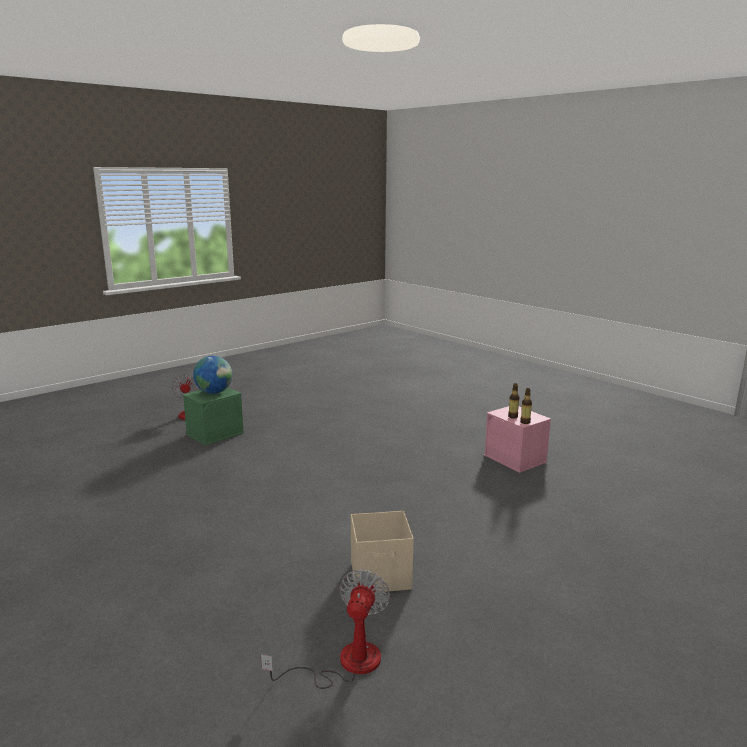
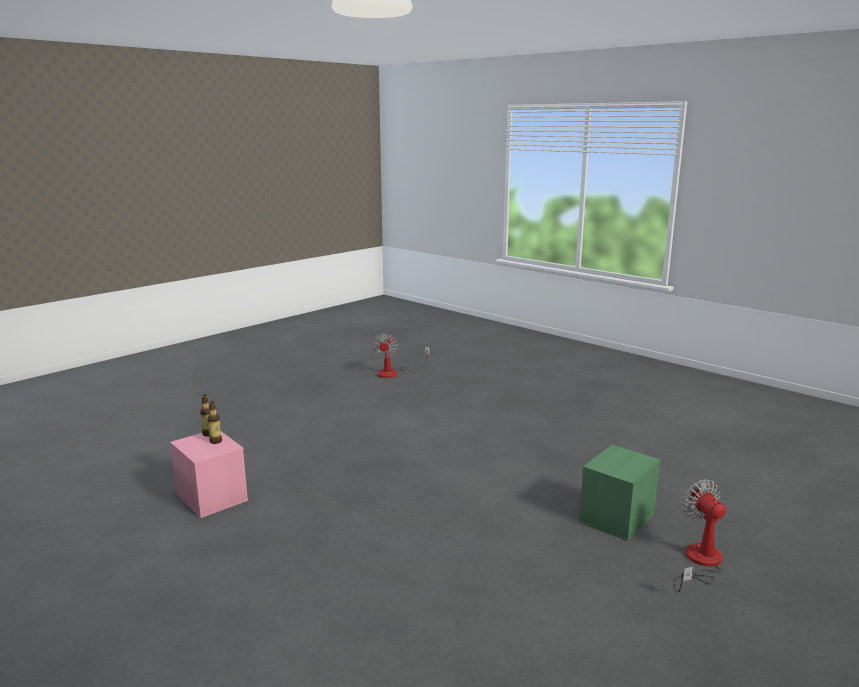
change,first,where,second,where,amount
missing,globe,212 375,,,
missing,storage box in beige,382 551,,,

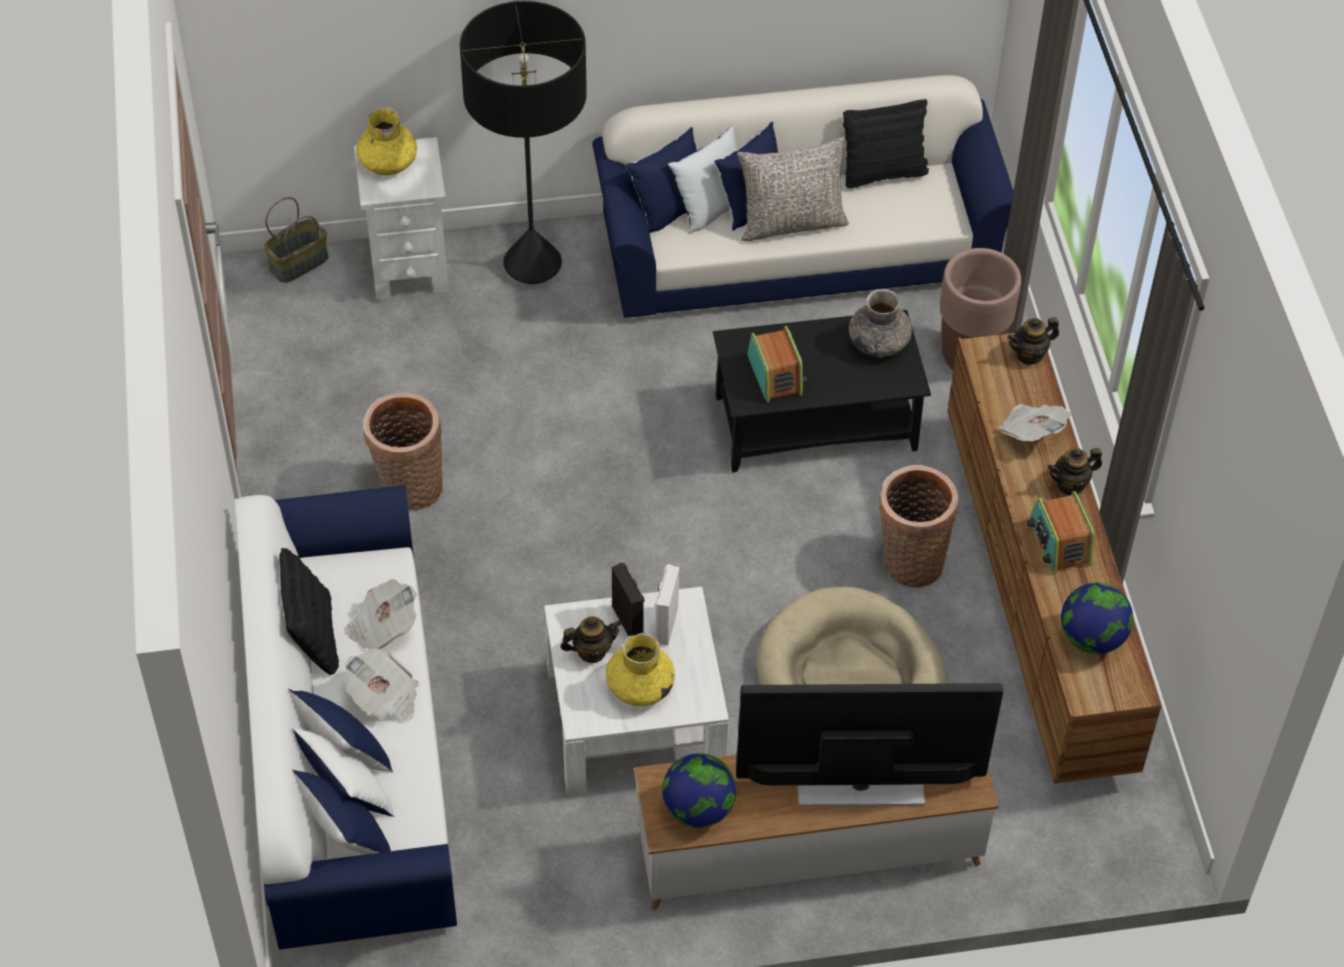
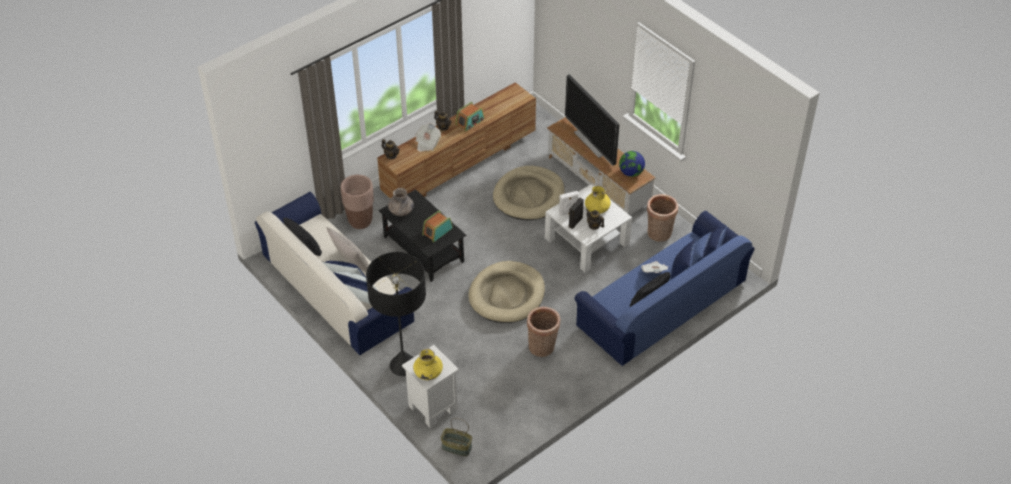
change,first,where,second,where,amount
missing,newspaper,381 614,,,
missing,globe,1097 618,,,
appeared,,,dog bed in beige,506 292,
relocated,basket,918 526,,662 218,
colour,sofa in white,346 717,sofa in blue,664 288,

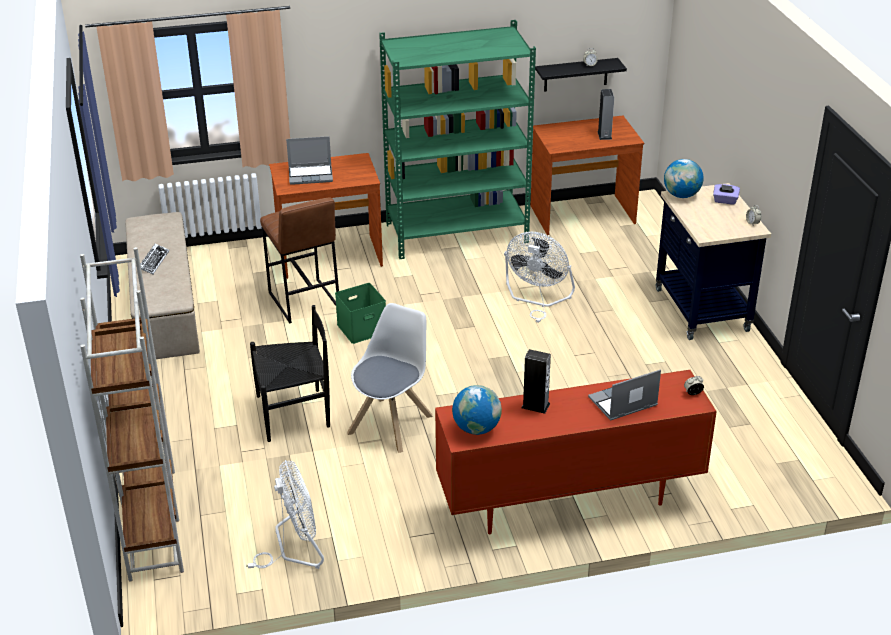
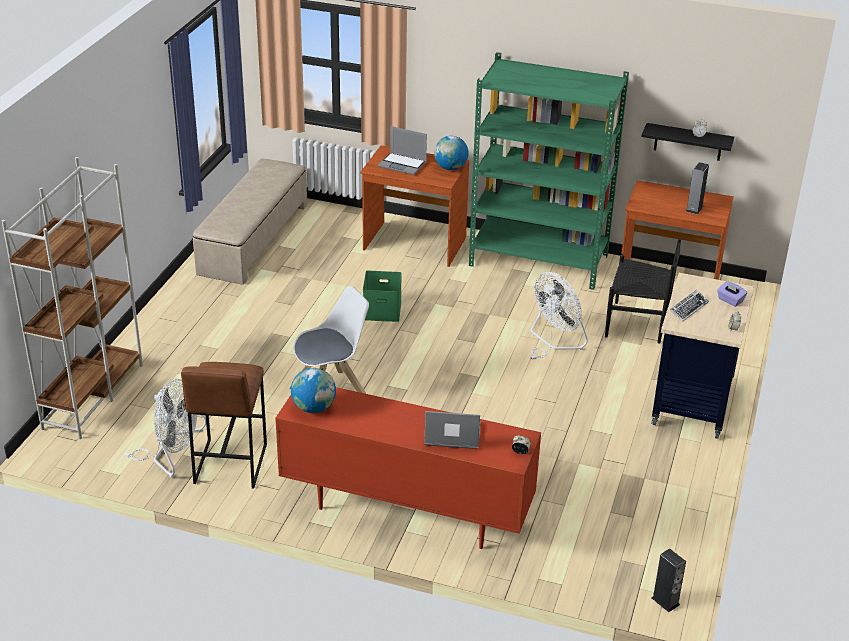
change,first,where,second,where,amount
relocated,keyboard,154 259,,689 306,
relocated,chair in black,290 373,,643 291,
relocated,stool in brown,299 260,,224 425,
relocated,speaker,536 381,,668 580,
relocated,globe,684 178,,451 153,

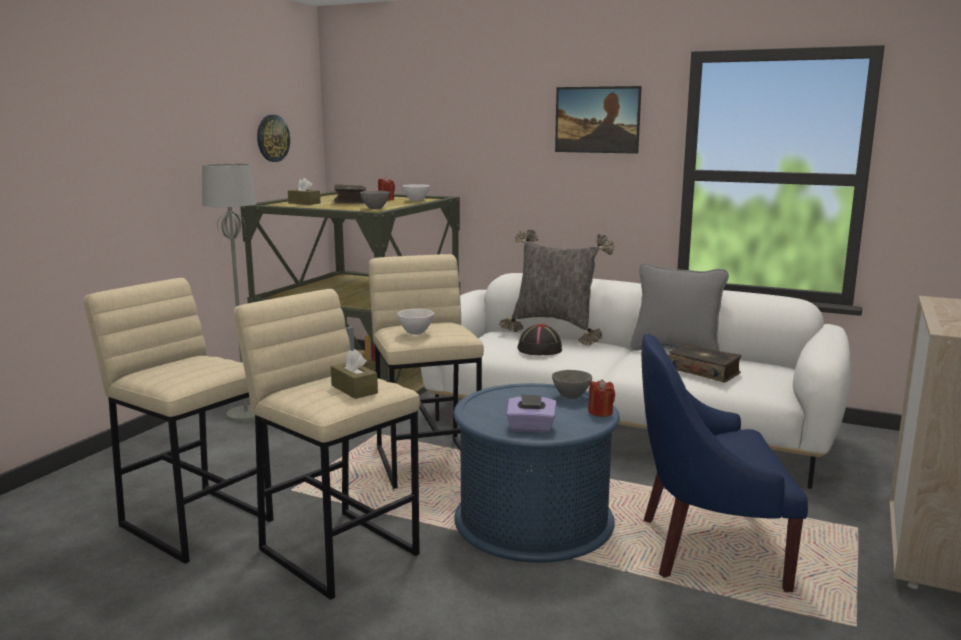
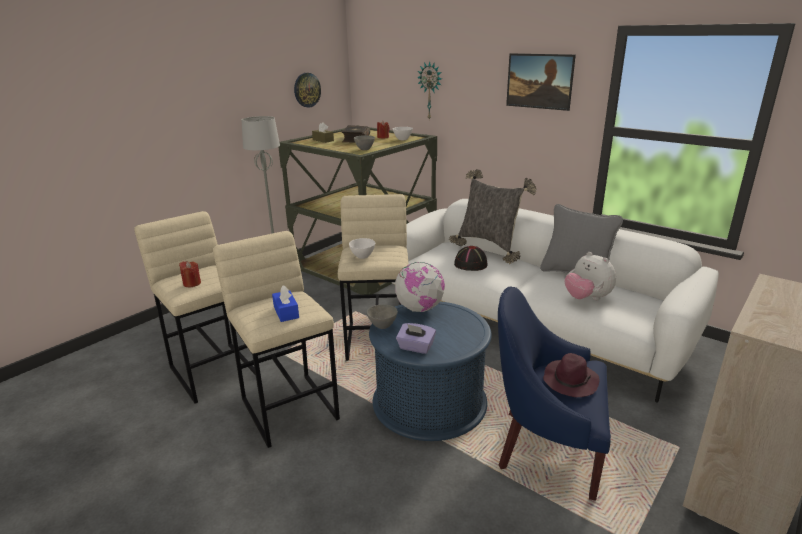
change,first,where,second,where,amount
appeared,,,globe,420 287,
appeared,,,wall clock,429 91,
appeared,,,hat in purple,571 375,
relocated,bowl in grey,572 384,,382 316,
relocated,candle in red,601 398,,190 274,
exchanged,book,704 363,plush toy,590 276,
colour,tissue box in brown,354 374,tissue box in blue,285 303,

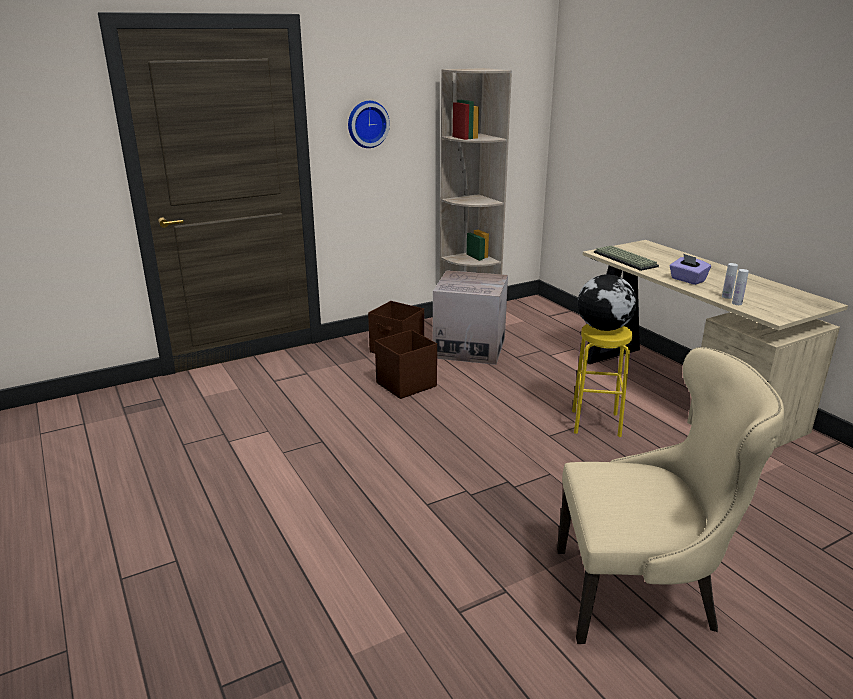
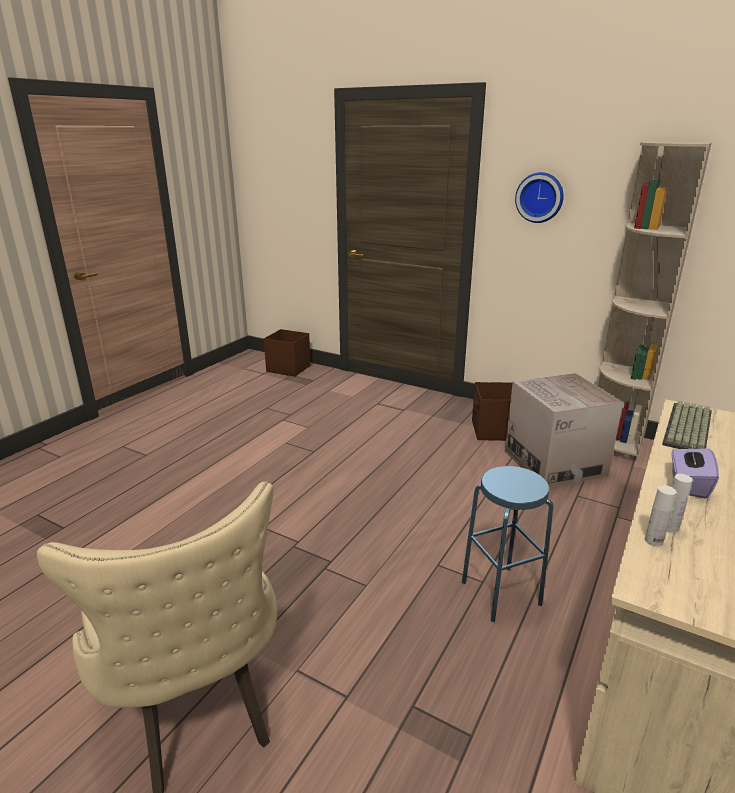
change,first,where,second,where,amount
missing,globe,607 302,,,
relocated,storage box in brown,406 364,,287 353,
colour,stool in yellow,602 380,stool in blue,507 544,

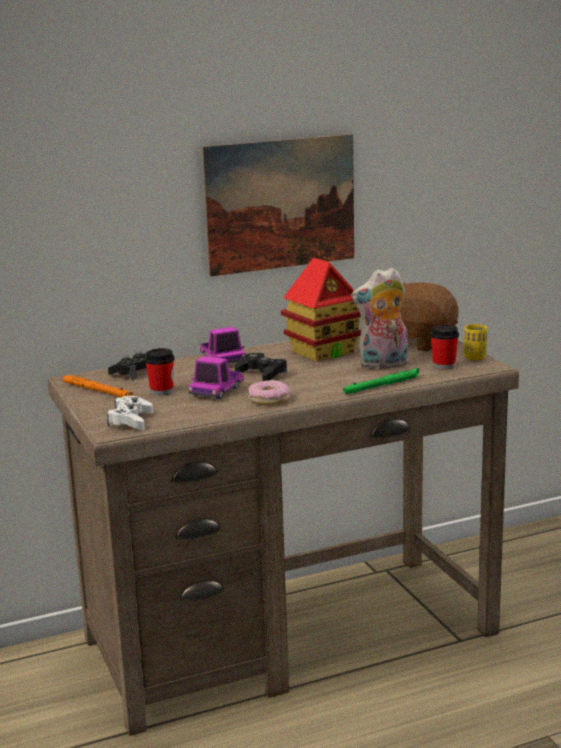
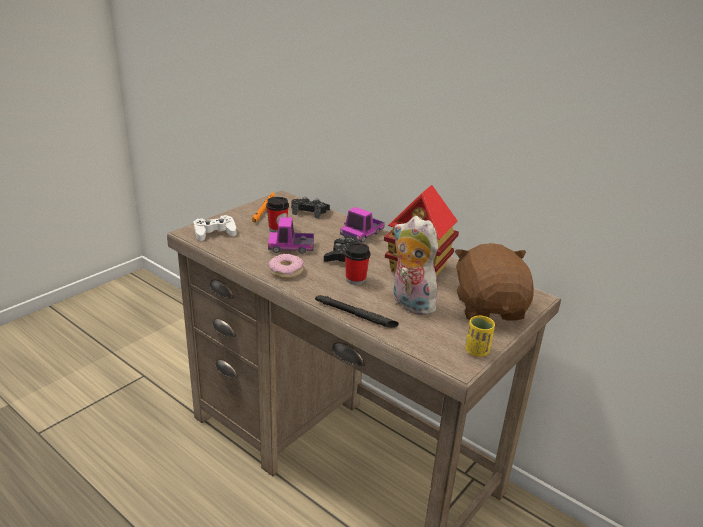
change,first,where,second,where,amount
missing,picture,278 205,,,
relocated,cup,444 347,,357 264,
colour,flashlight in green,381 381,flashlight in black,357 311,

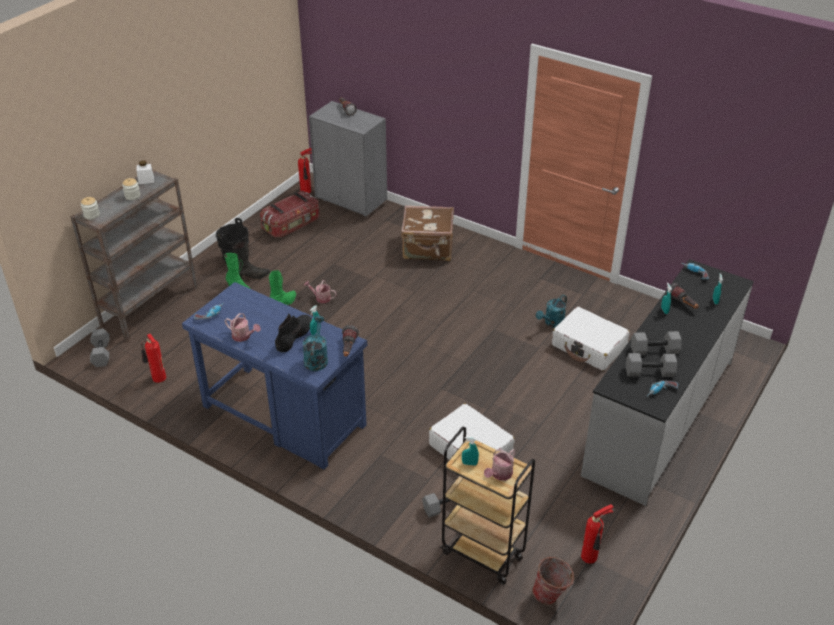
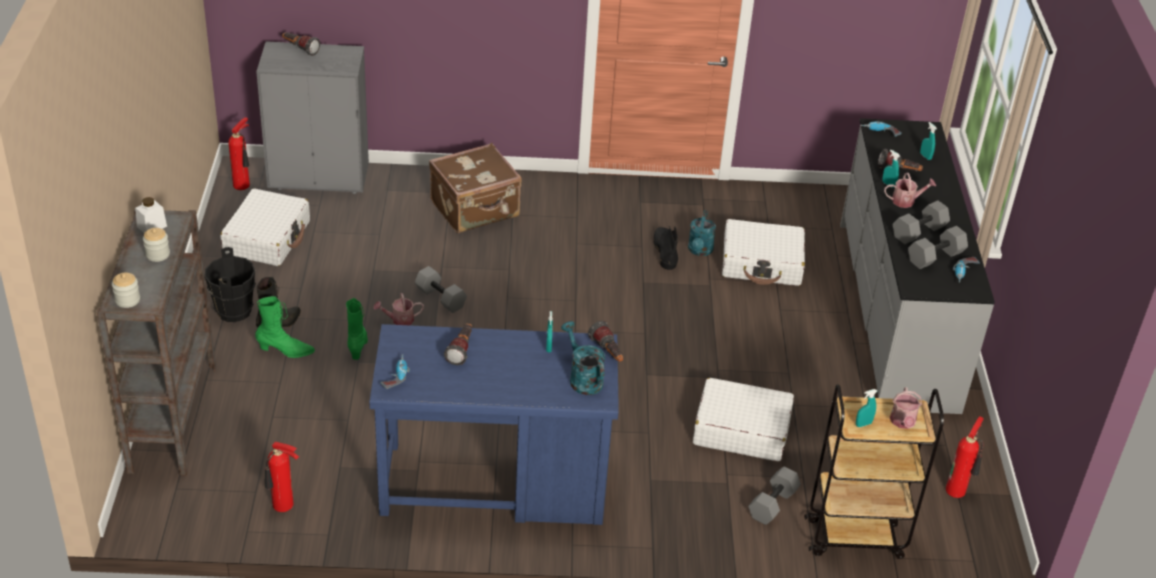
change,first,where,second,where,amount
missing,bucket,553 581,,,
appeared,,,flashlight,458 344,
relocated,dumbbell in grey,100 347,,441 289,
relocated,watering can,242 327,,910 190,
relocated,boot in black,293 332,,665 248,
exchanged,storage box,289 214,suitcase in white,265 227,

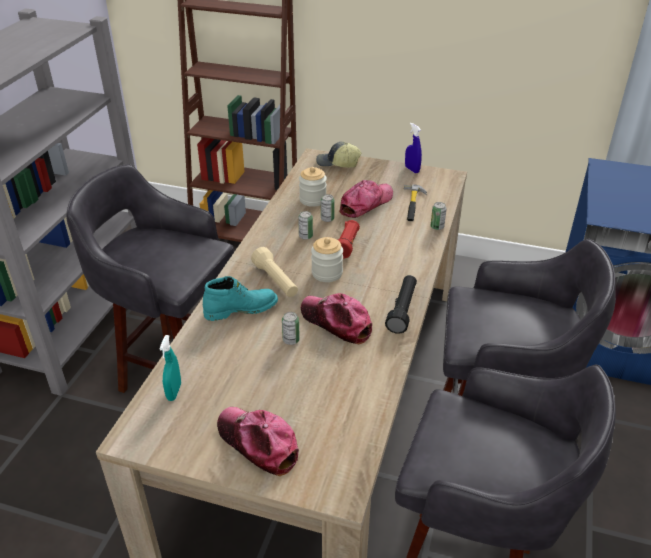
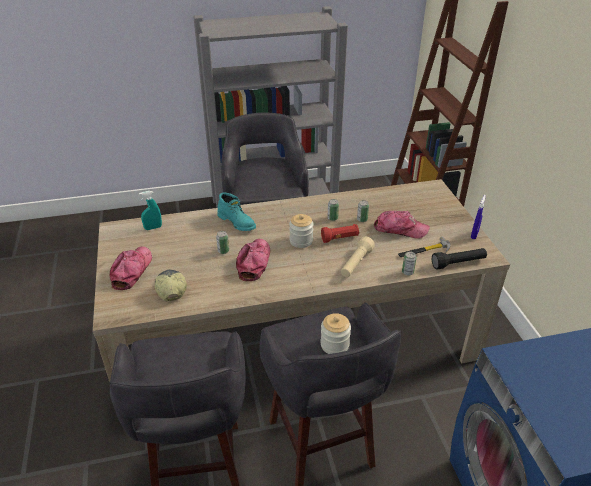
change,first,where,second,where,amount
relocated,flashlight in beige,274 272,,358 257,
relocated,jar,313 187,,335 333,
relocated,cap,339 154,,171 285,
relocated,flashlight in black,401 304,,459 258,

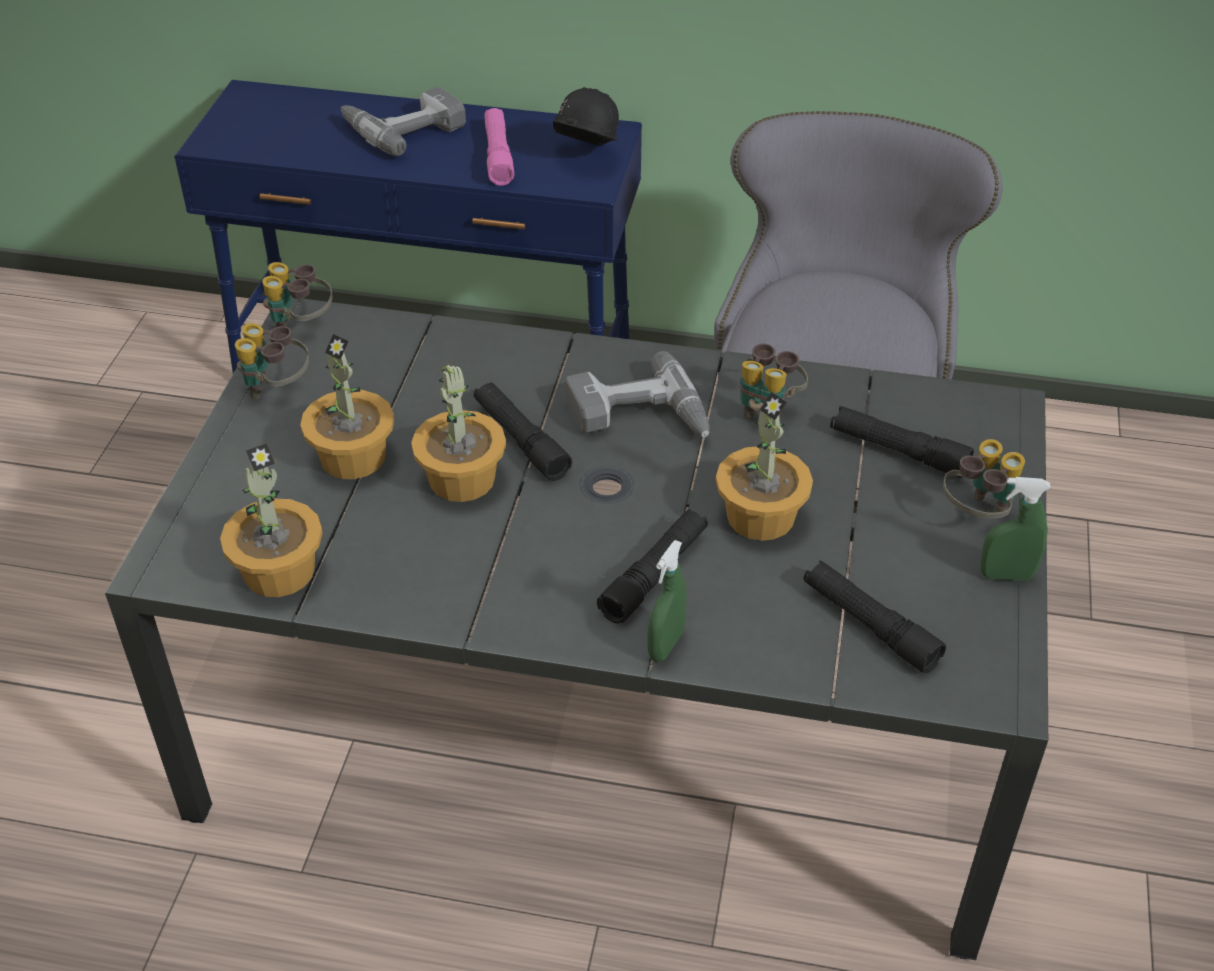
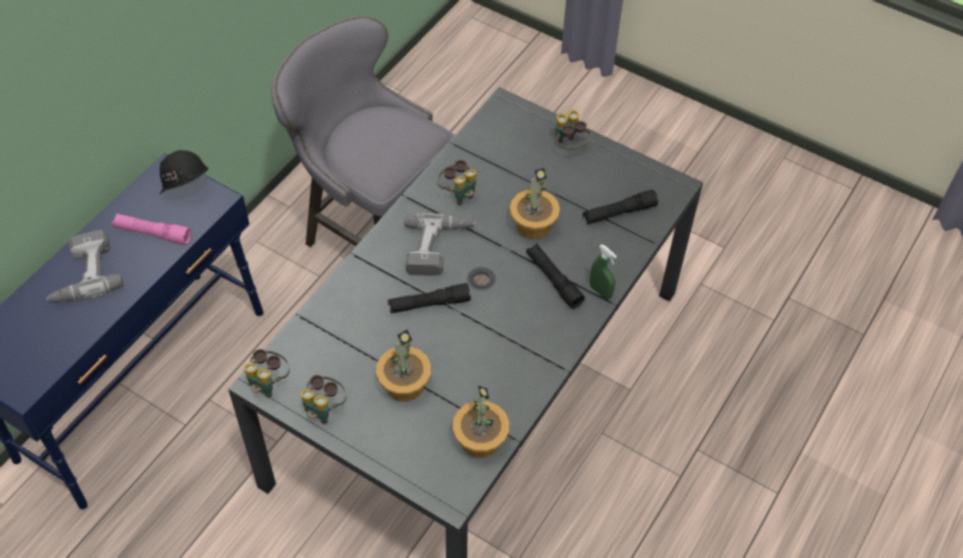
change,first,where,second,where,amount
missing,potted plant,458 431,,,
missing,flashlight in black,902 442,,,
missing,spray bottle in green,1015 529,,,

